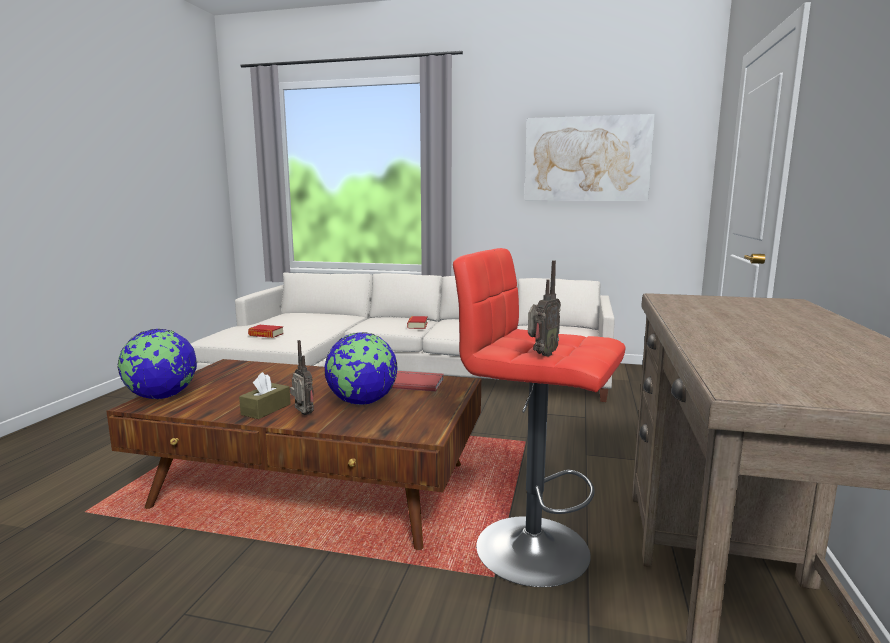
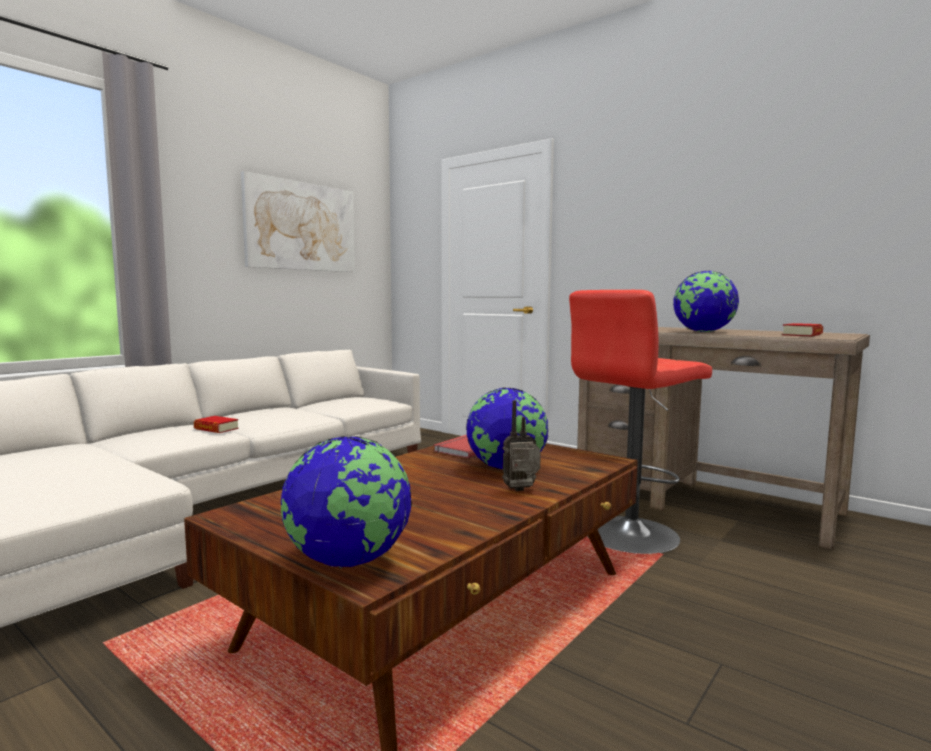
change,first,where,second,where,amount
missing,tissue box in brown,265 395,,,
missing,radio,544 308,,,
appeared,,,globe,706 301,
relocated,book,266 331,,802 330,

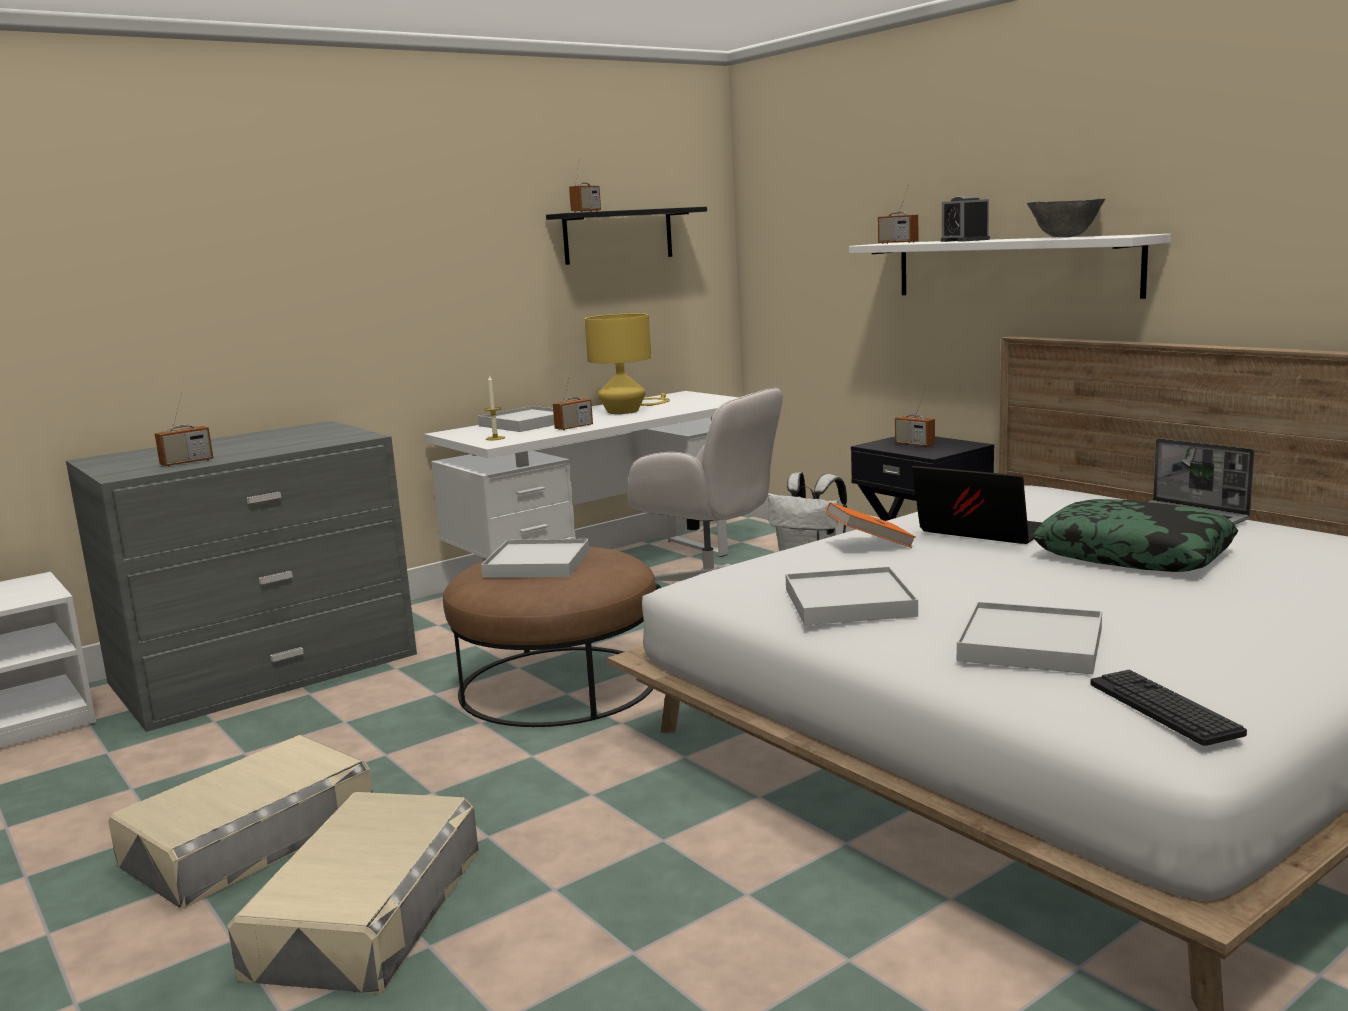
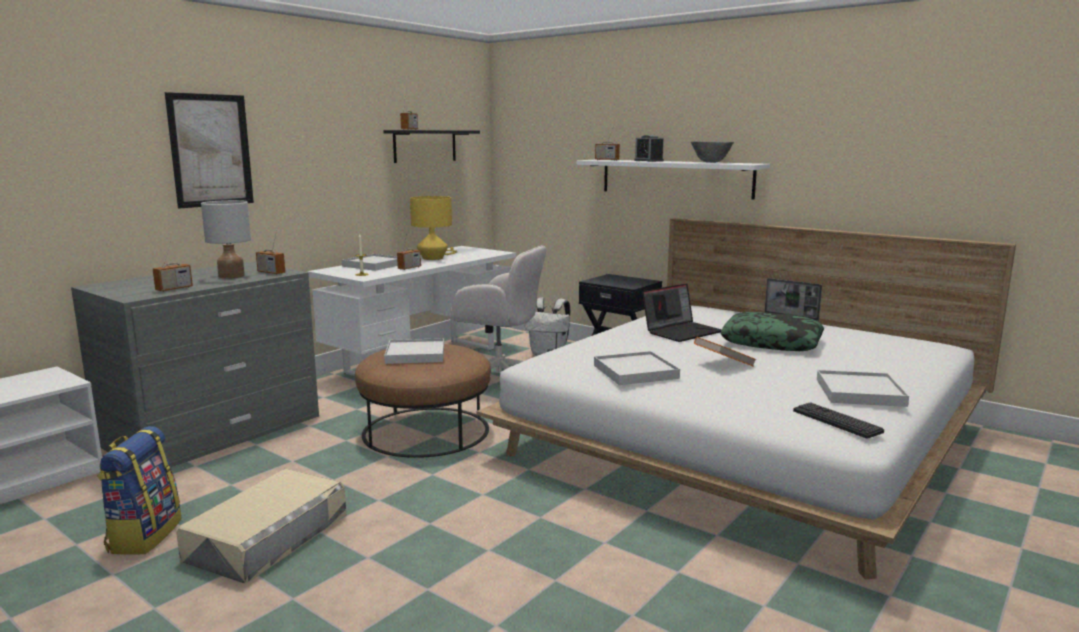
change,first,where,second,where,amount
missing,storage box in beige,353 893,,,
appeared,,,backpack,139 490,
appeared,,,picture,209 150,
appeared,,,table lamp in grey,226 239,
relocated,book in orange,871 525,,725 352,
relocated,radio,915 417,,270 252,
relocated,tray in white,1029 638,,863 388,
spun,laptop,977 505,,682 312,120 degrees clockwise

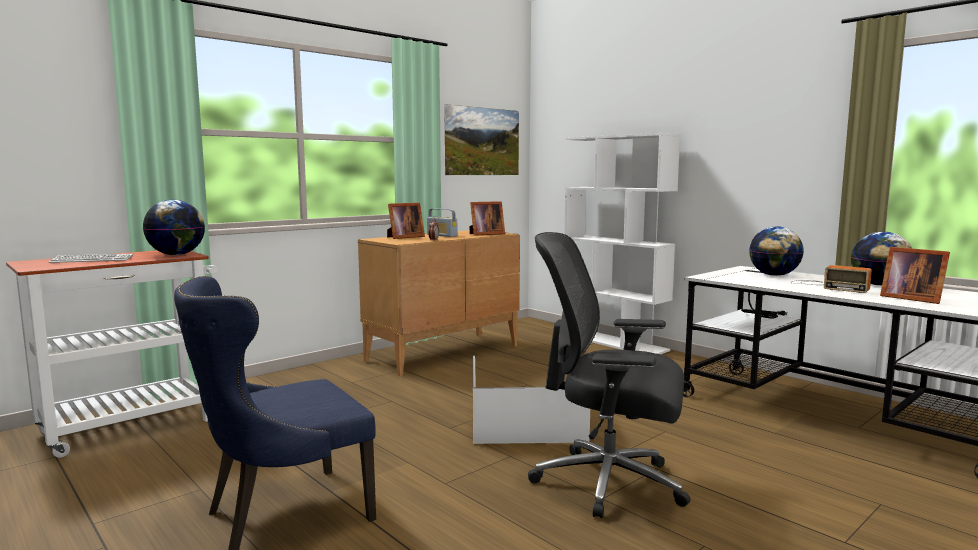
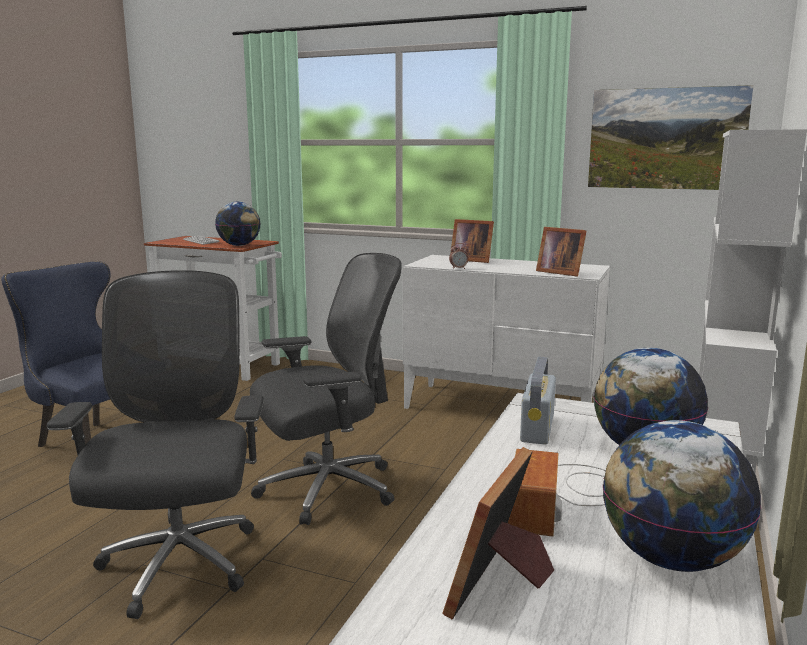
change,first,where,second,where,amount
relocated,radio,442 223,,538 401,
exchanged,storage box in white,531 400,office chair,326 389,
colour,cabinet in brown,439 303,cabinet in white,506 332,

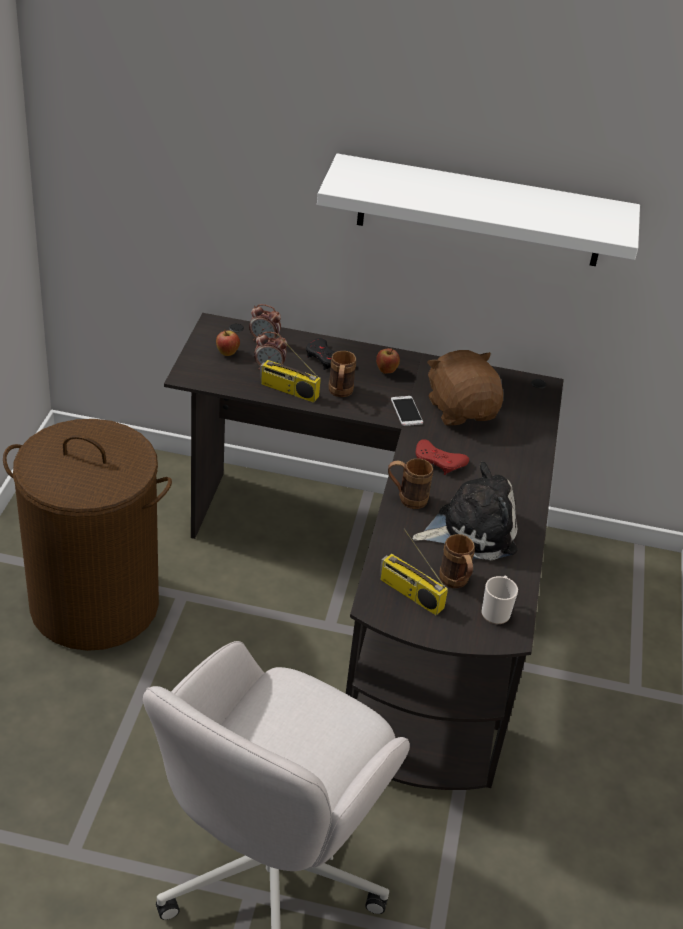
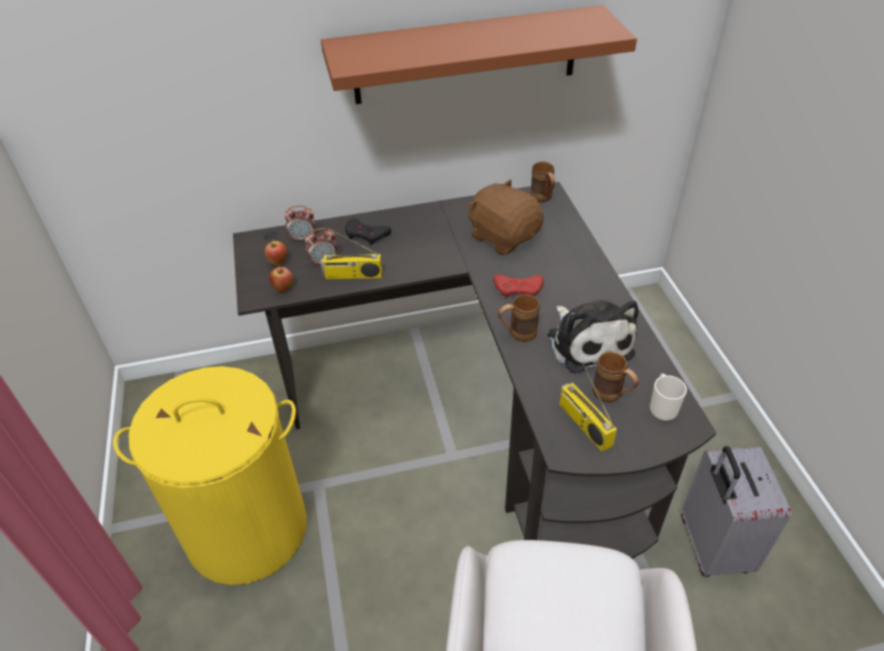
change,first,where,second,where,amount
missing,phone,407 411,,,
appeared,,,suitcase in grey,736 511,
relocated,mug in brown,342 374,,542 181,
relocated,apple,388 361,,281 279,
colour,laundry basket in brown,87 535,laundry basket in yellow,210 475,
colour,shelf in white,478 209,shelf in brown,479 54,
spun,radio,413 571,,588 407,45 degrees clockwise
spun,plush toy,465 511,,593 336,105 degrees clockwise

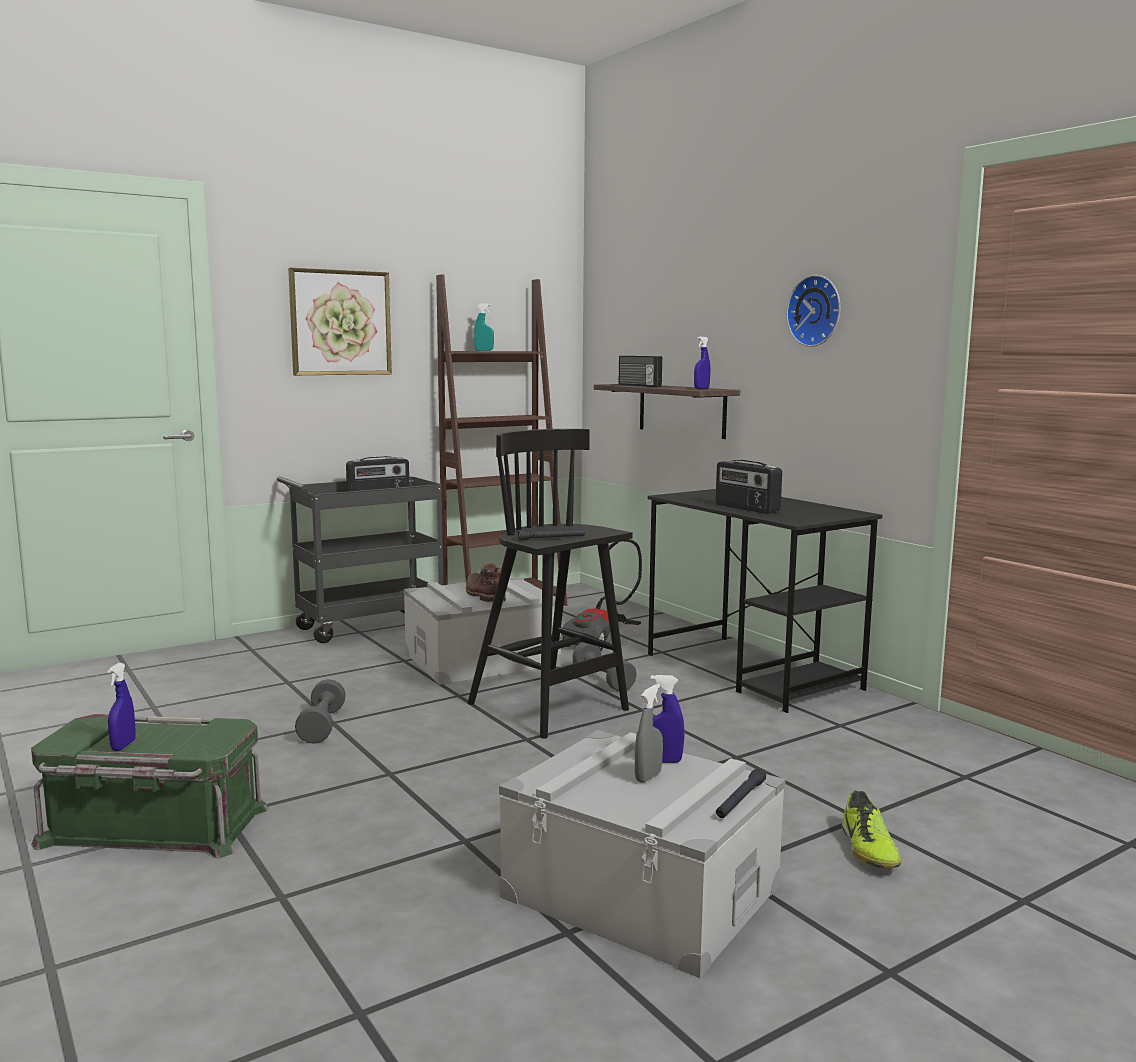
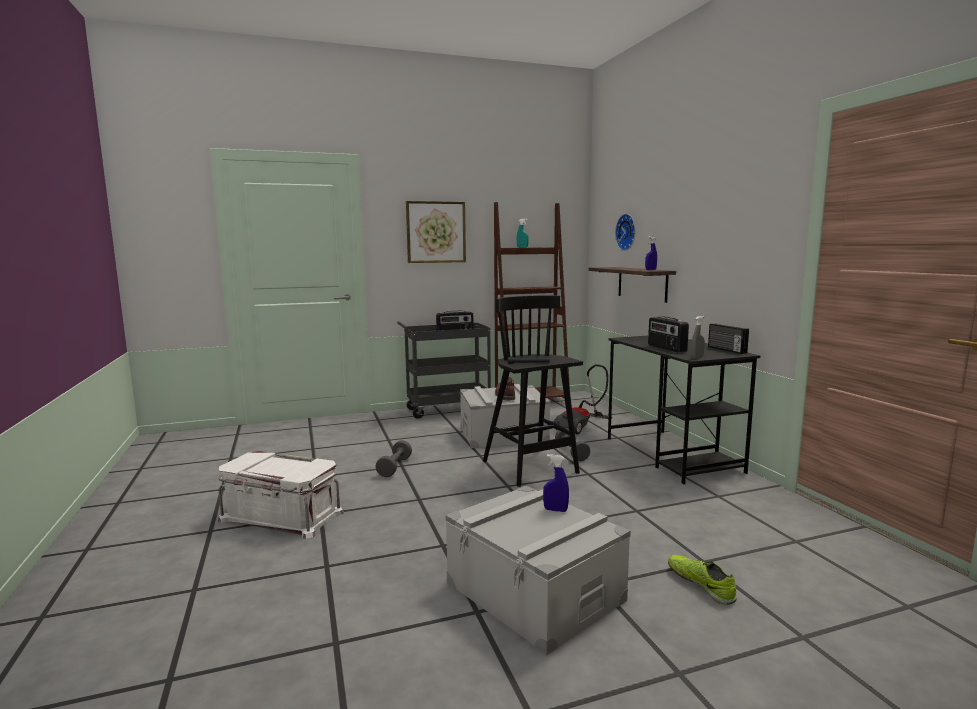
change,first,where,second,where,amount
missing,spray bottle in blue,122 707,,,
missing,flashlight in black,741 793,,,
relocated,radio,640 371,,728 339,
relocated,spray bottle in grey,649 733,,698 337,
relocated,wall clock,813 311,,625 232,
colour,storage box in green,150 786,storage box in white,281 495,
spun,shoe,871 829,,702 580,135 degrees clockwise

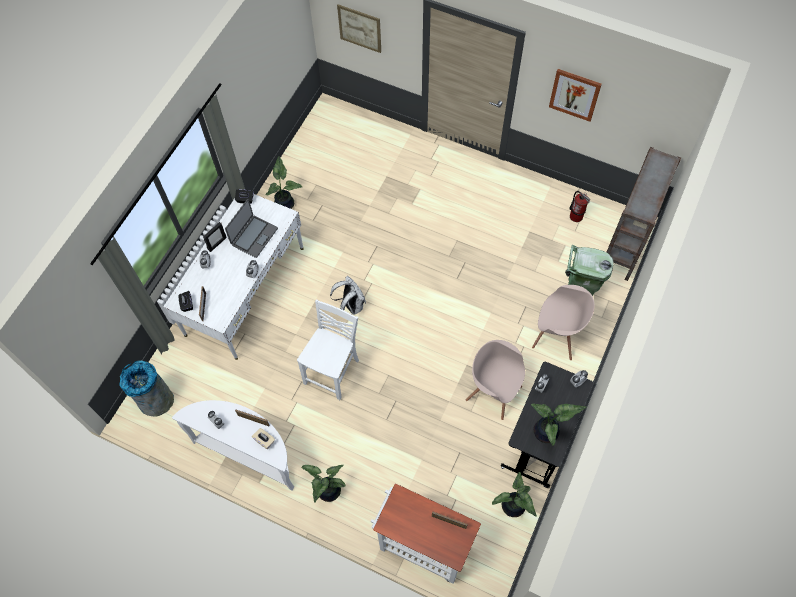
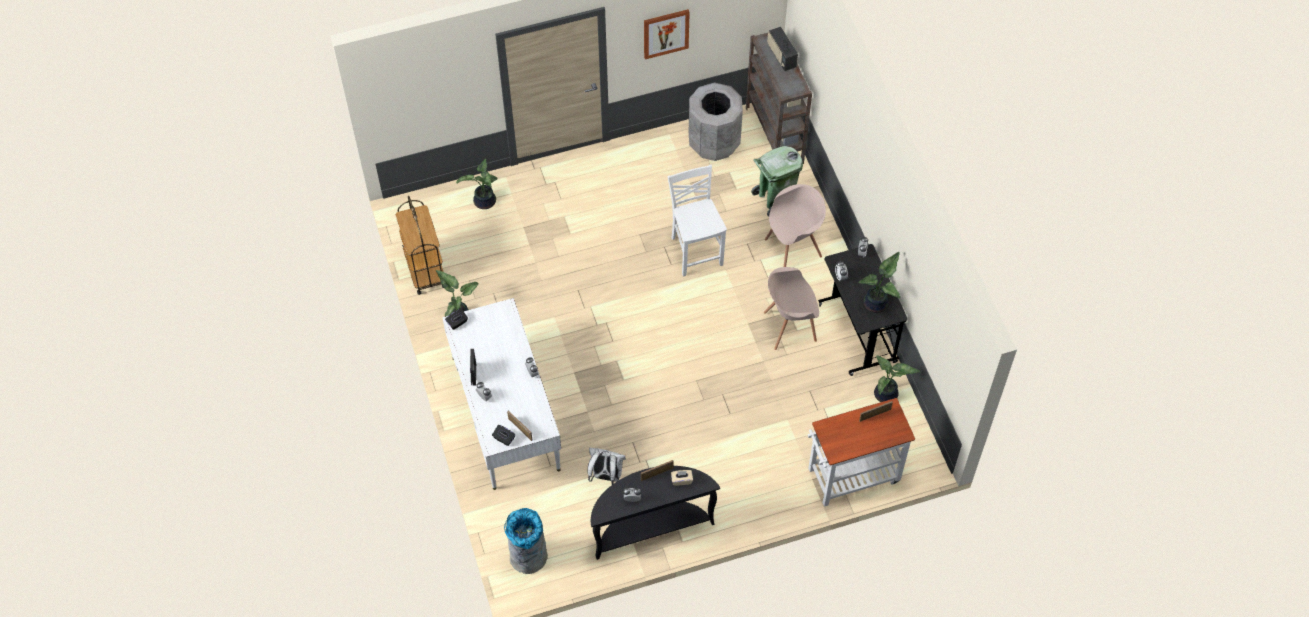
change,first,where,second,where,amount
missing,laptop,251 228,,,
missing,picture,359 28,,,
appeared,,,cart in brown,420 245,
appeared,,,radio,782 49,
relocated,chair in white,328 350,,697 220,
relocated,potted plant,324 484,,477 184,
relocated,backpack in white,348 295,,607 466,
exchanged,fire extinguisher,579 206,trash can in grey,716 121,
colour,console table in white,233 445,console table in black,655 513,

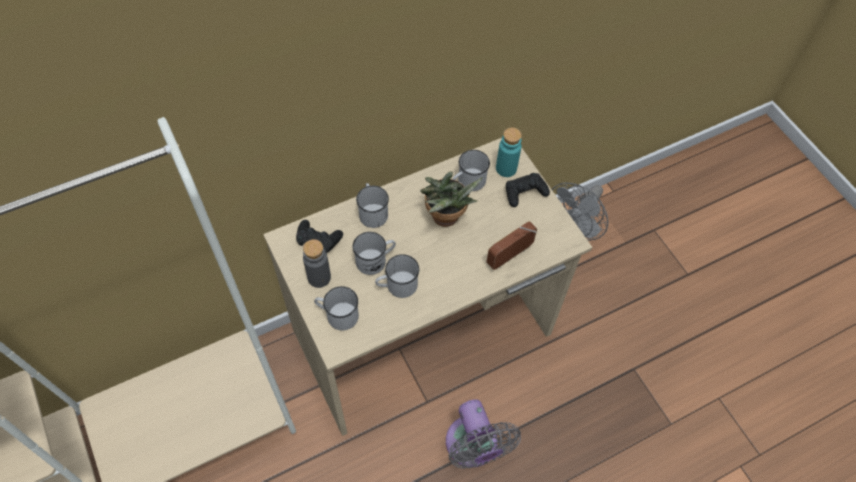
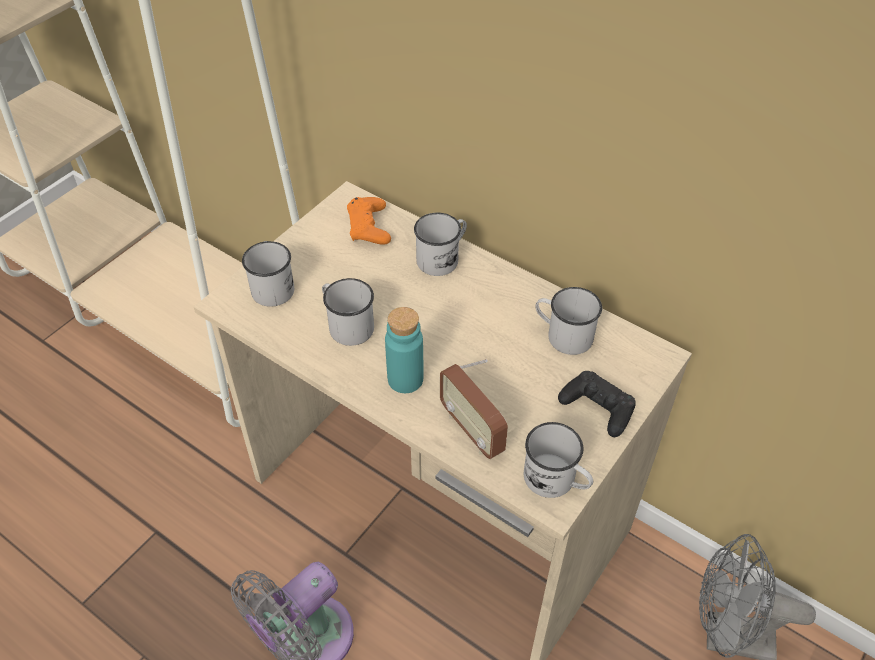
change,first,where,second,where,amount
missing,bottle in grey,317 263,,,
missing,potted plant,451 199,,,
relocated,mug in white,374 253,,558 460,
relocated,bottle in turquoise,509 152,,404 350,
colour,game controller in black,319 236,game controller in orange,369 221,
spun,radio,512 245,,474 409,150 degrees counterclockwise

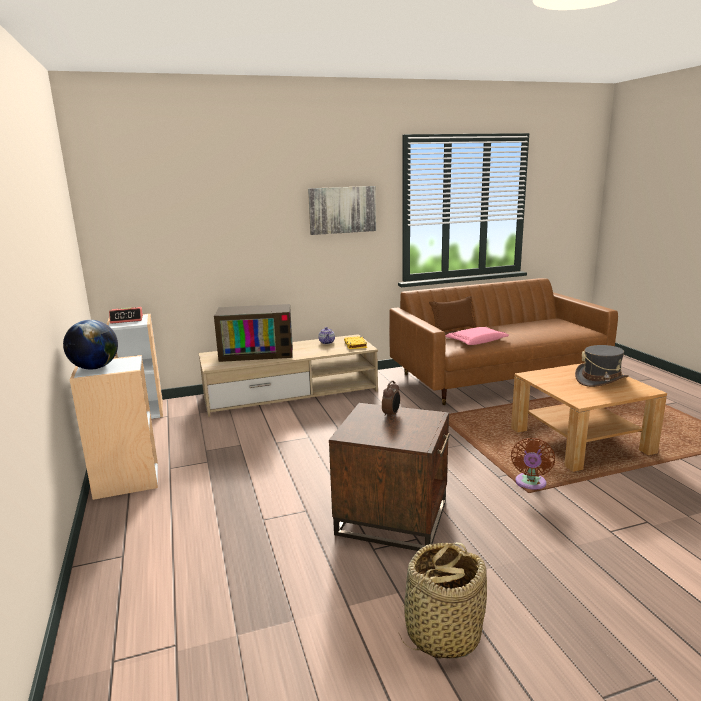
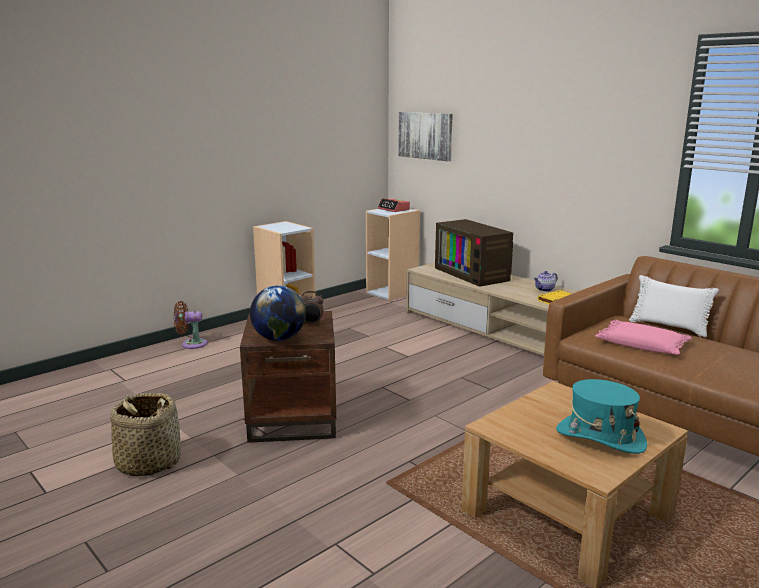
change,first,where,second,where,amount
relocated,globe,90 344,,278 313,
relocated,picture,342 210,,425 136,
relocated,fan in brown,533 464,,190 325,
colour,pillow in brown,452 313,pillow in white,674 306,
colour,hat in grey,602 366,hat in turquoise,601 416,

